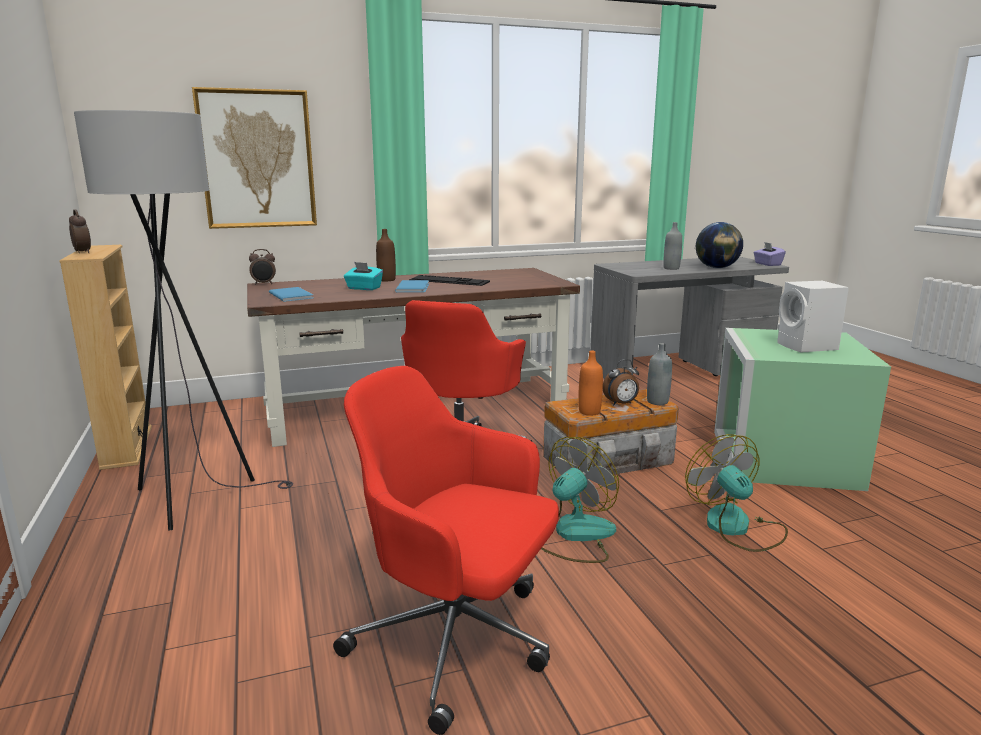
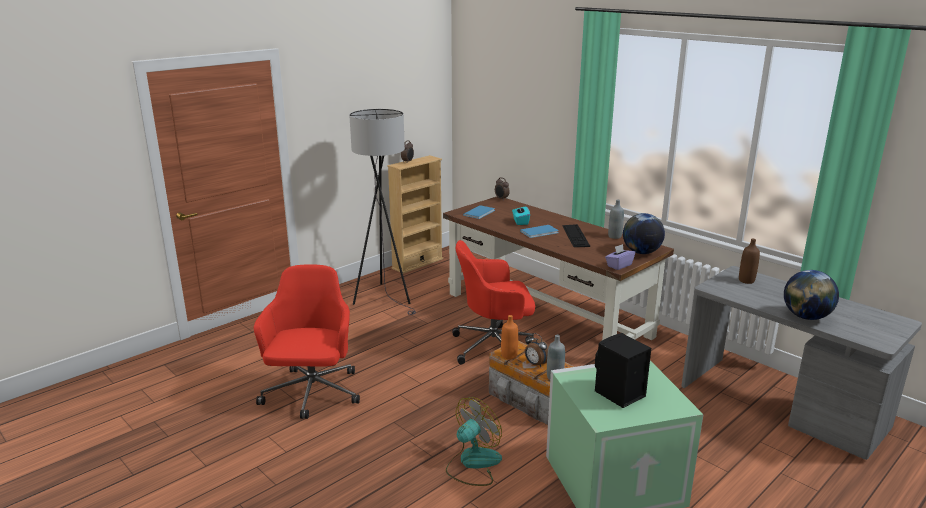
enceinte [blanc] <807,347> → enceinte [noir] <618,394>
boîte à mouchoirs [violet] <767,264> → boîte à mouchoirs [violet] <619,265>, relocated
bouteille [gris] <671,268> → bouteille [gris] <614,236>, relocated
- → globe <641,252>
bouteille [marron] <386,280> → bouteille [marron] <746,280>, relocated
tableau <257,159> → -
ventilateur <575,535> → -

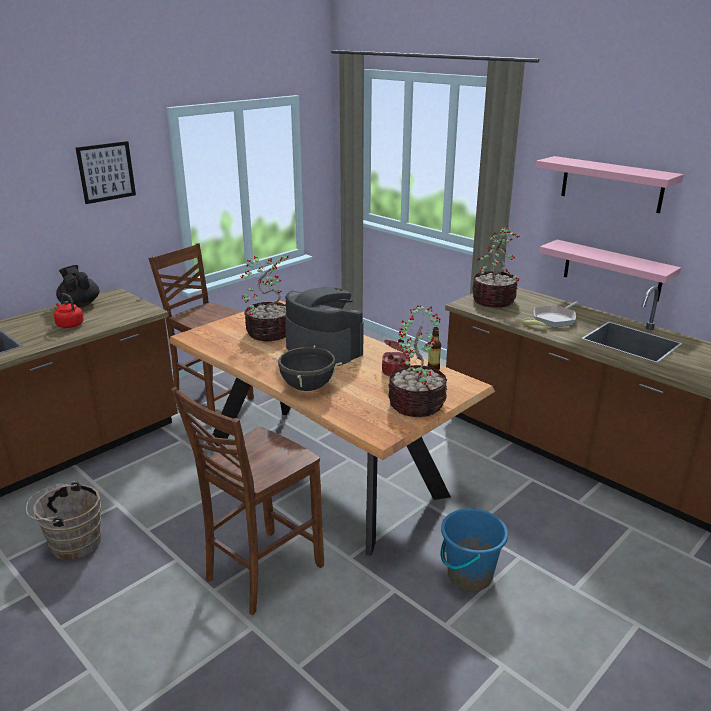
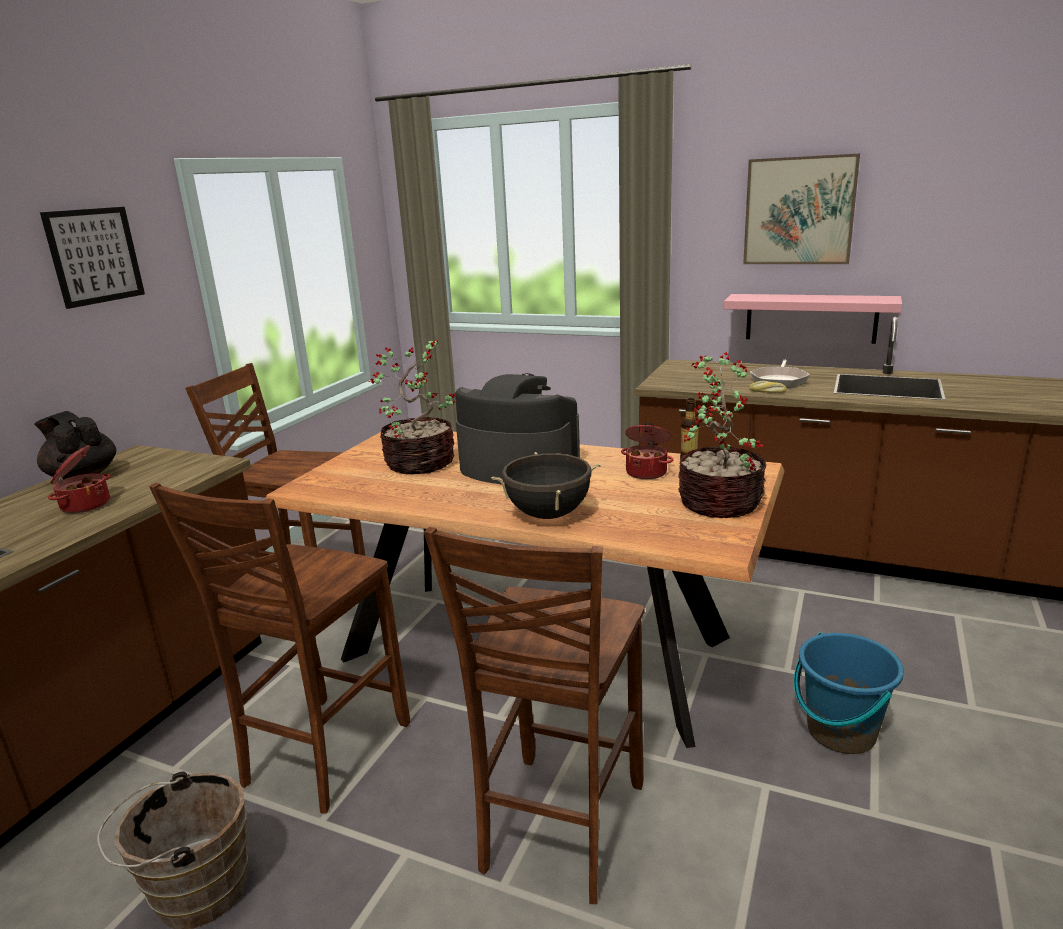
bouilloire [rouge] <69,324> → marmite <84,505>
- → chaise [marron] <322,754>
étagère [rose] <611,184> → tableau <799,211>
plante en pot <494,301> → -

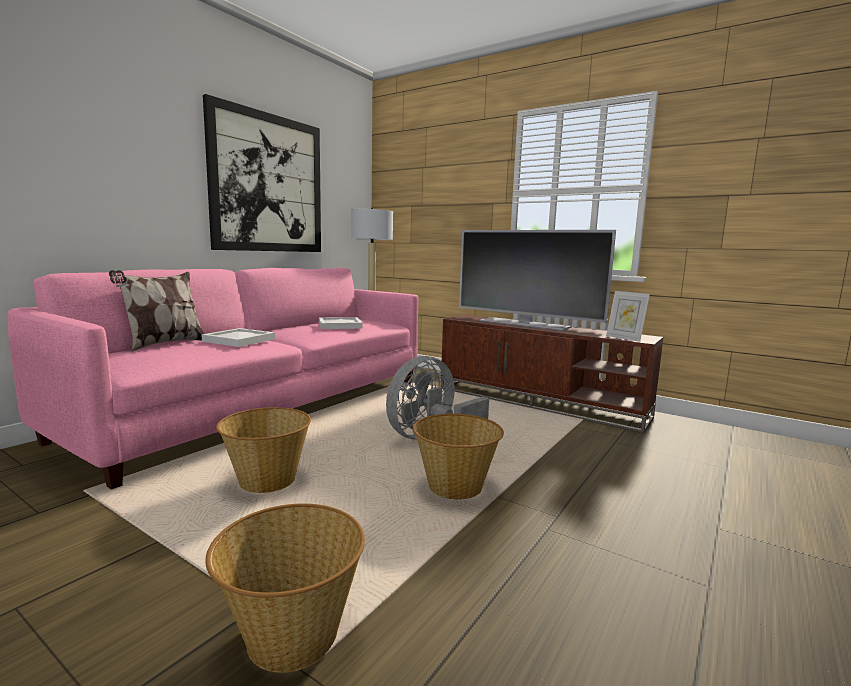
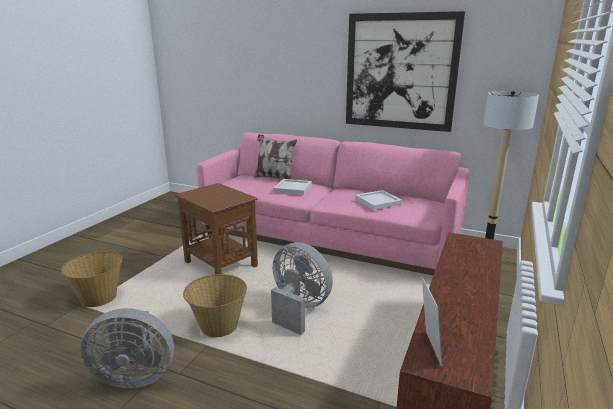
- → ventilateur [gris] <134,376>
panier <267,480> → table d'appoint [marron] <221,265>
cadre photo <624,338> → cadre photo <428,348>, 135 degrees clockwise
téléviseur <524,324> → -

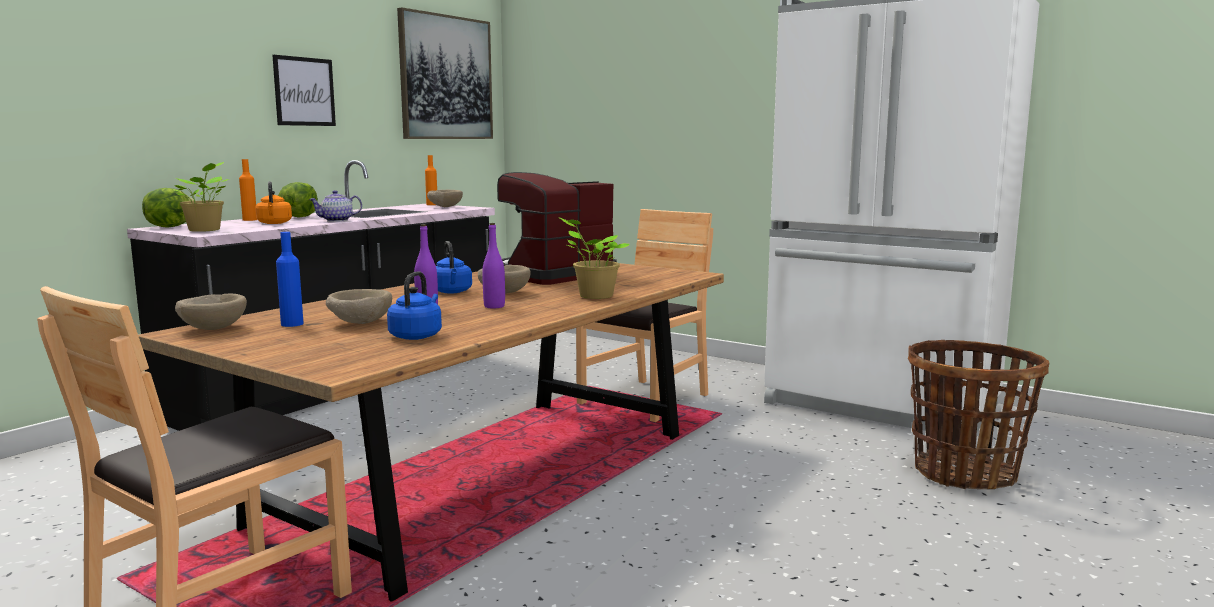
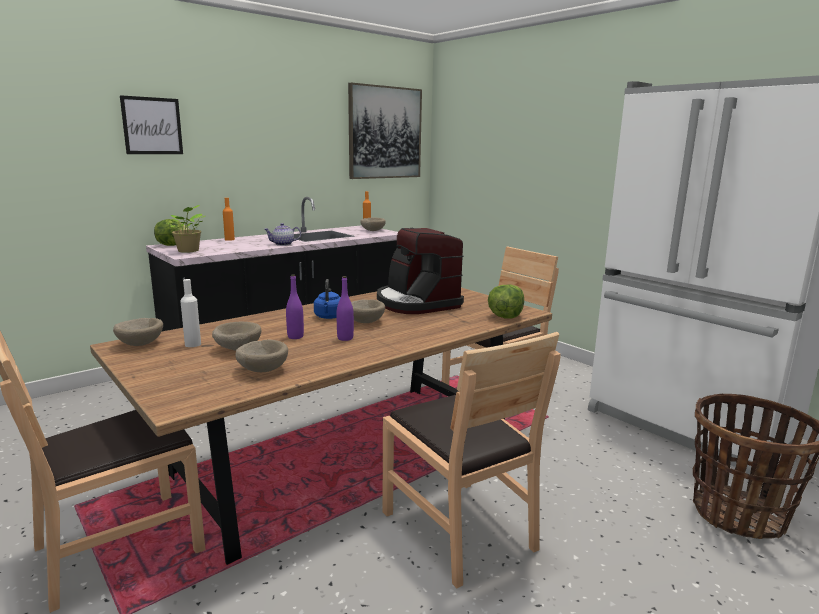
tableau <304,91> → tableau <152,126>, relocated
bouteille [bleu] <292,324> → bouteille [blanc] <193,344>
bouilloire [bleu] <417,336> → bol [beige] <263,369>
machine à café <553,275> → machine à café <416,303>, 90 degrees counterclockwise
- → chaise [marron] <459,528>
laitue <299,217> → laitue <505,317>, relocated
bouilloire [orange] <274,223> → -
plante en pot <593,296> → -

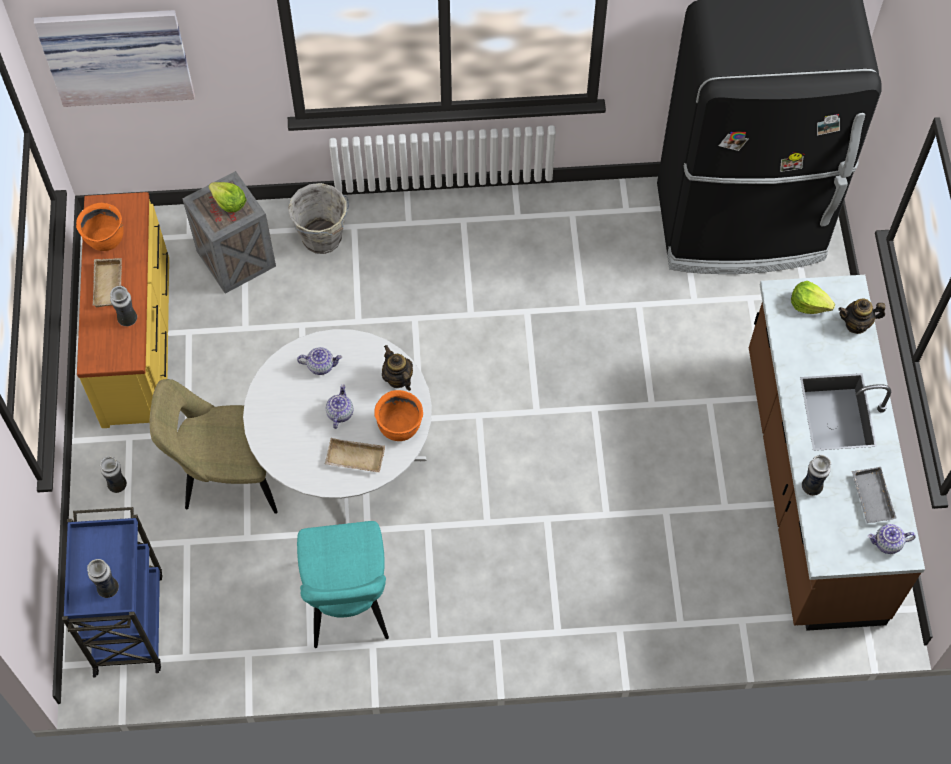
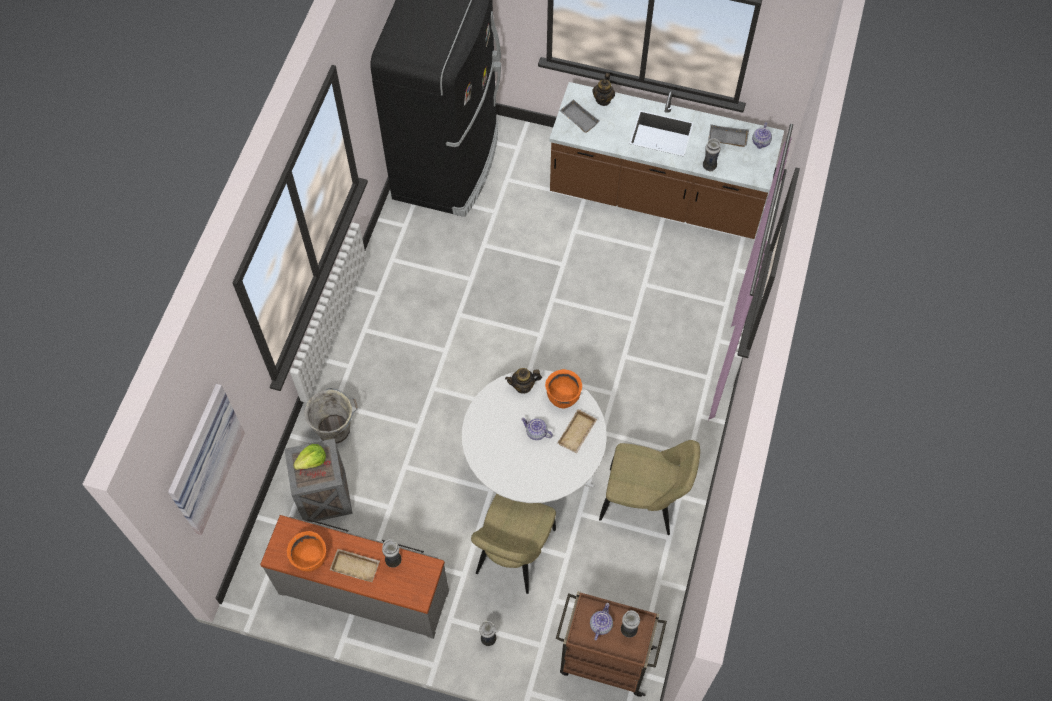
commode [jaune] <137,338> → commode [gris] <364,590>
chariot [bleu] <128,620> → chariot [marron] <604,660>
laitue <809,304> → plateau [gris] <578,119>
théière <321,365> → théière <600,624>, relocated
chaise [turquoise] <347,604> → chaise [beige] <643,503>

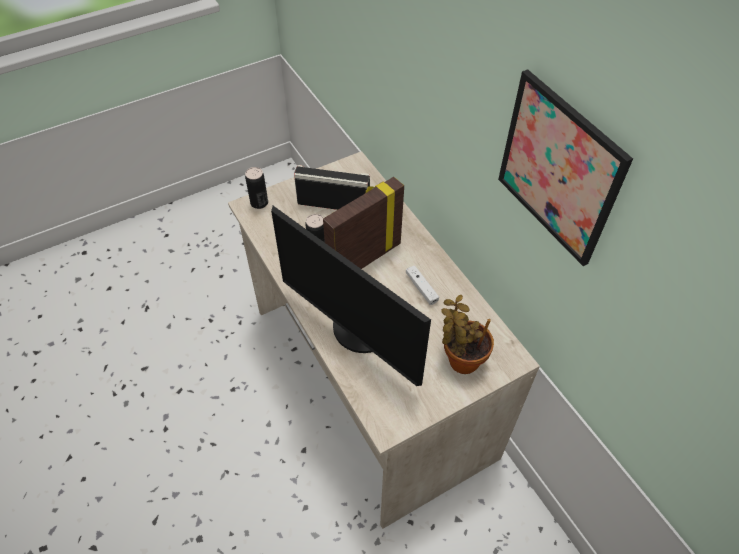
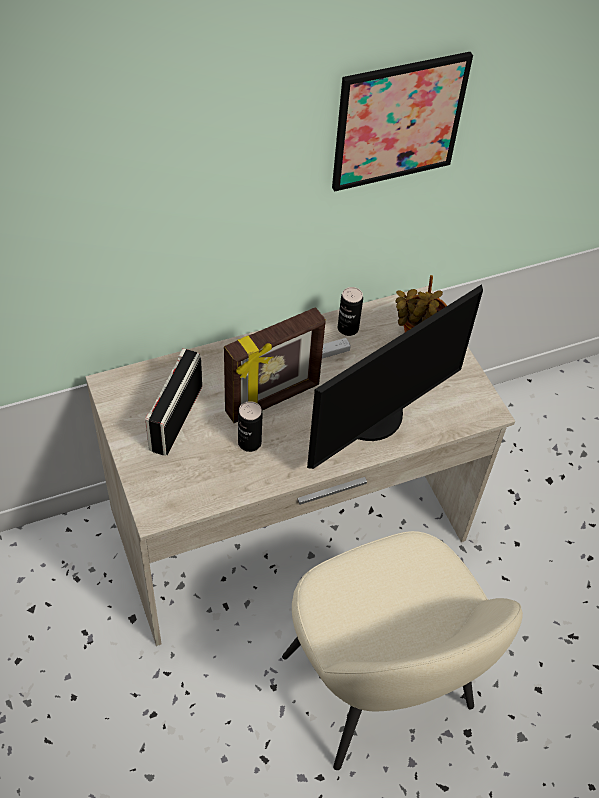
cadre photo <363,259> → cadre photo <273,400>, 90 degrees counterclockwise
- → chaise [beige] <379,686>
boîte métallique <259,203> → boîte métallique <348,328>, relocated

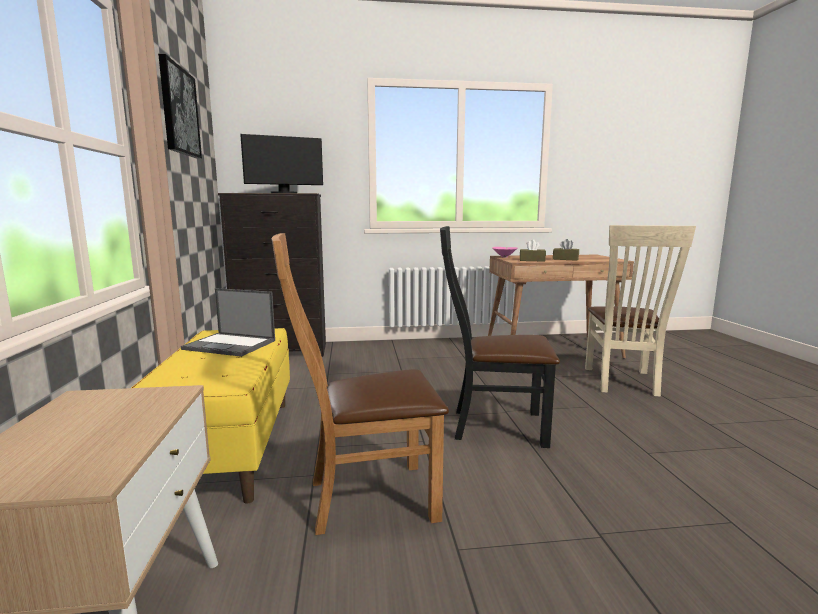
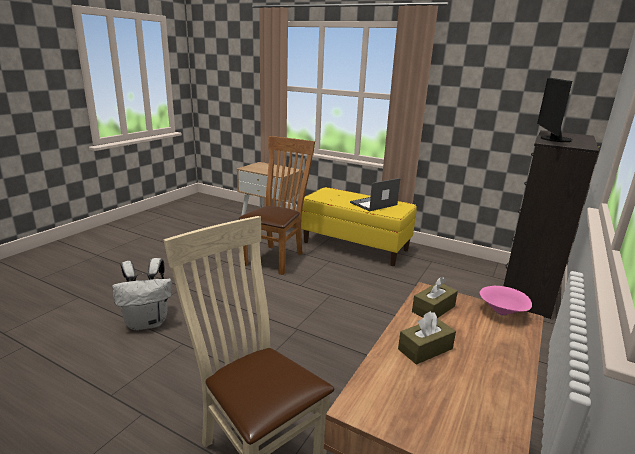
- → sac à dos [blanc] <148,322>
tableau <179,111> → -
chaise [noir] <492,426> → -

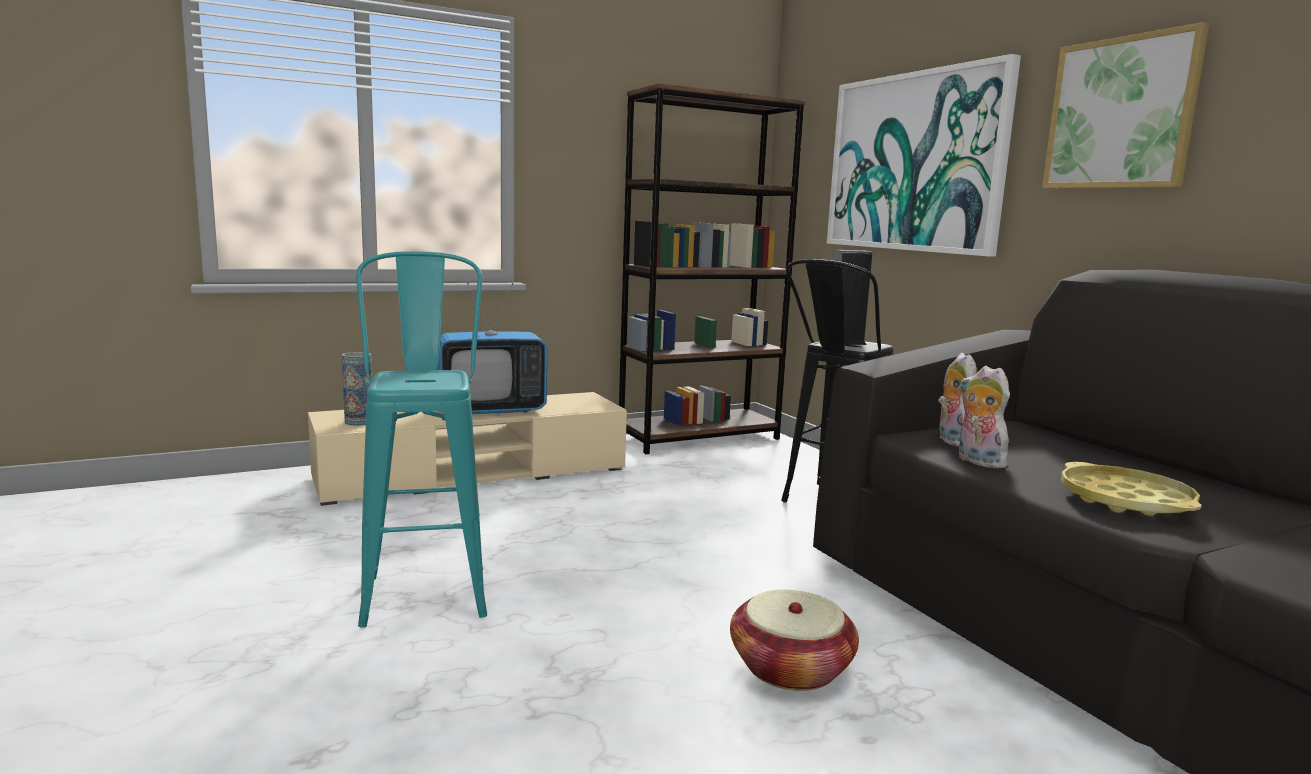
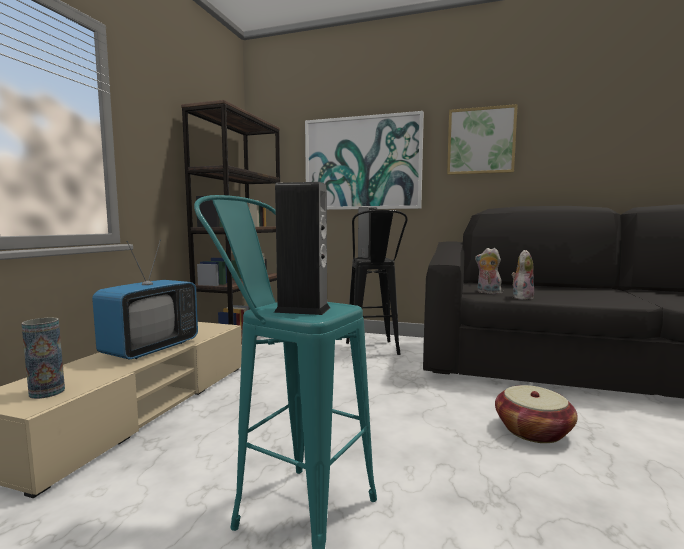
- → enceinte <302,310>
peluche <977,462> → peluche <521,297>, 120 degrees clockwise
plateau [jaune] <1125,500> → -

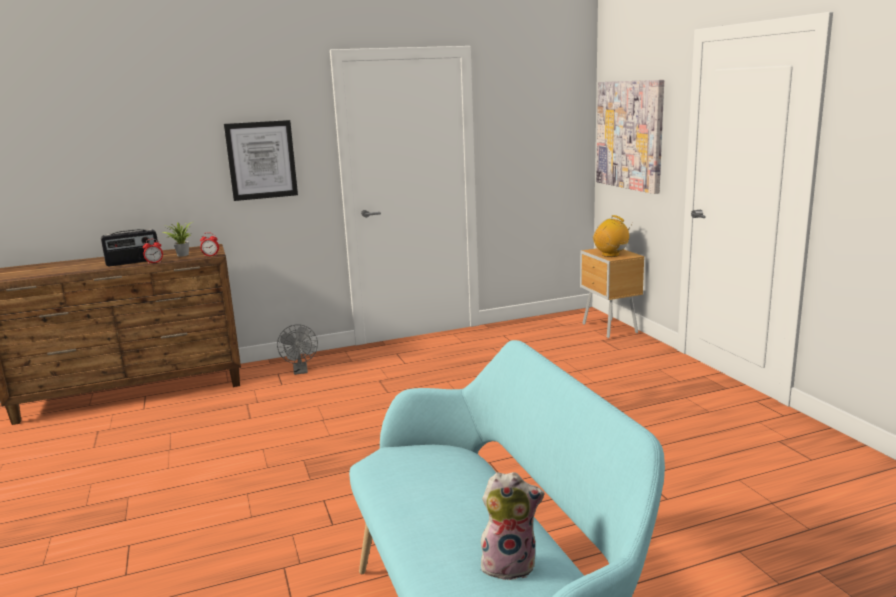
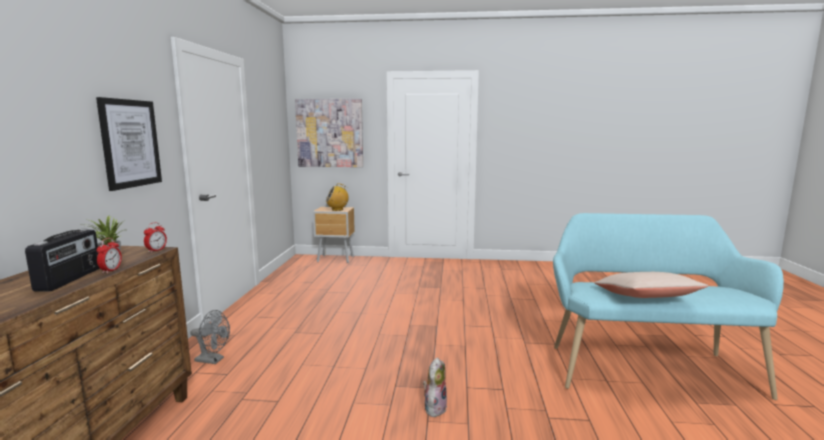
peluche <510,564> → peluche <434,407>, relocated
- → coussin [beige] <645,298>

